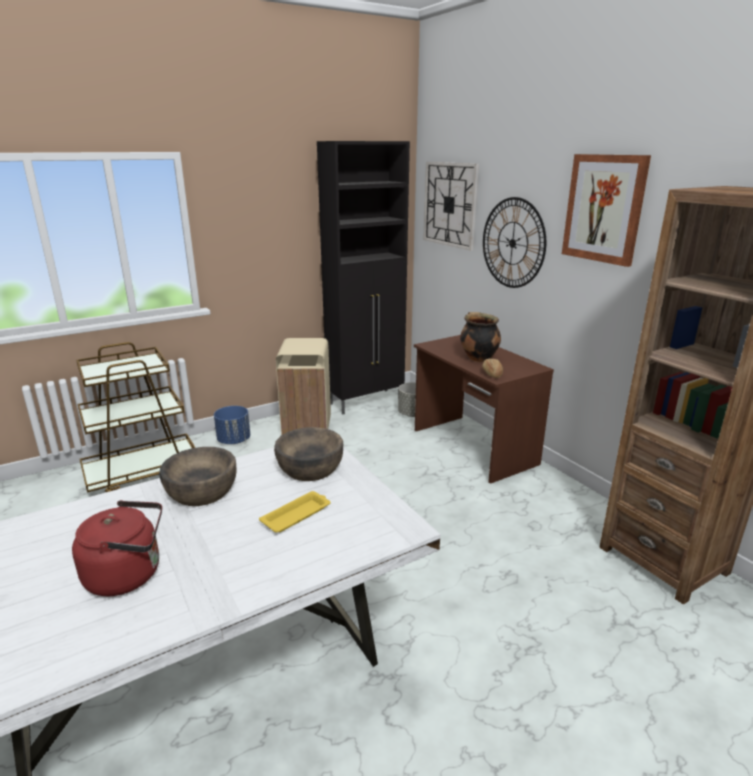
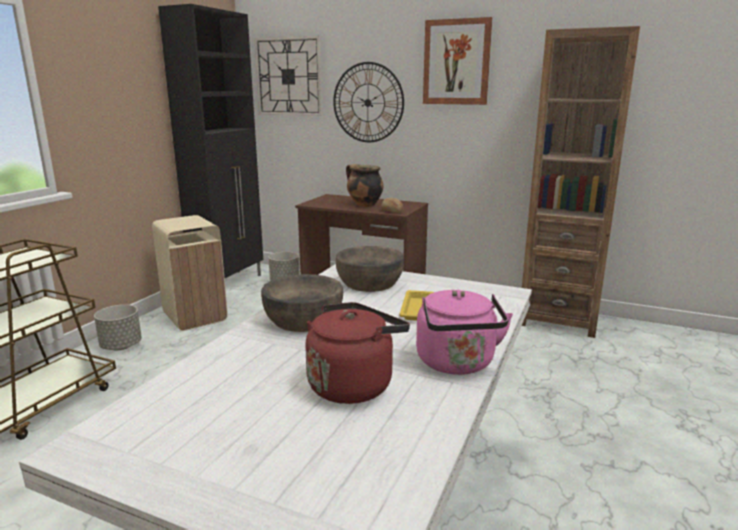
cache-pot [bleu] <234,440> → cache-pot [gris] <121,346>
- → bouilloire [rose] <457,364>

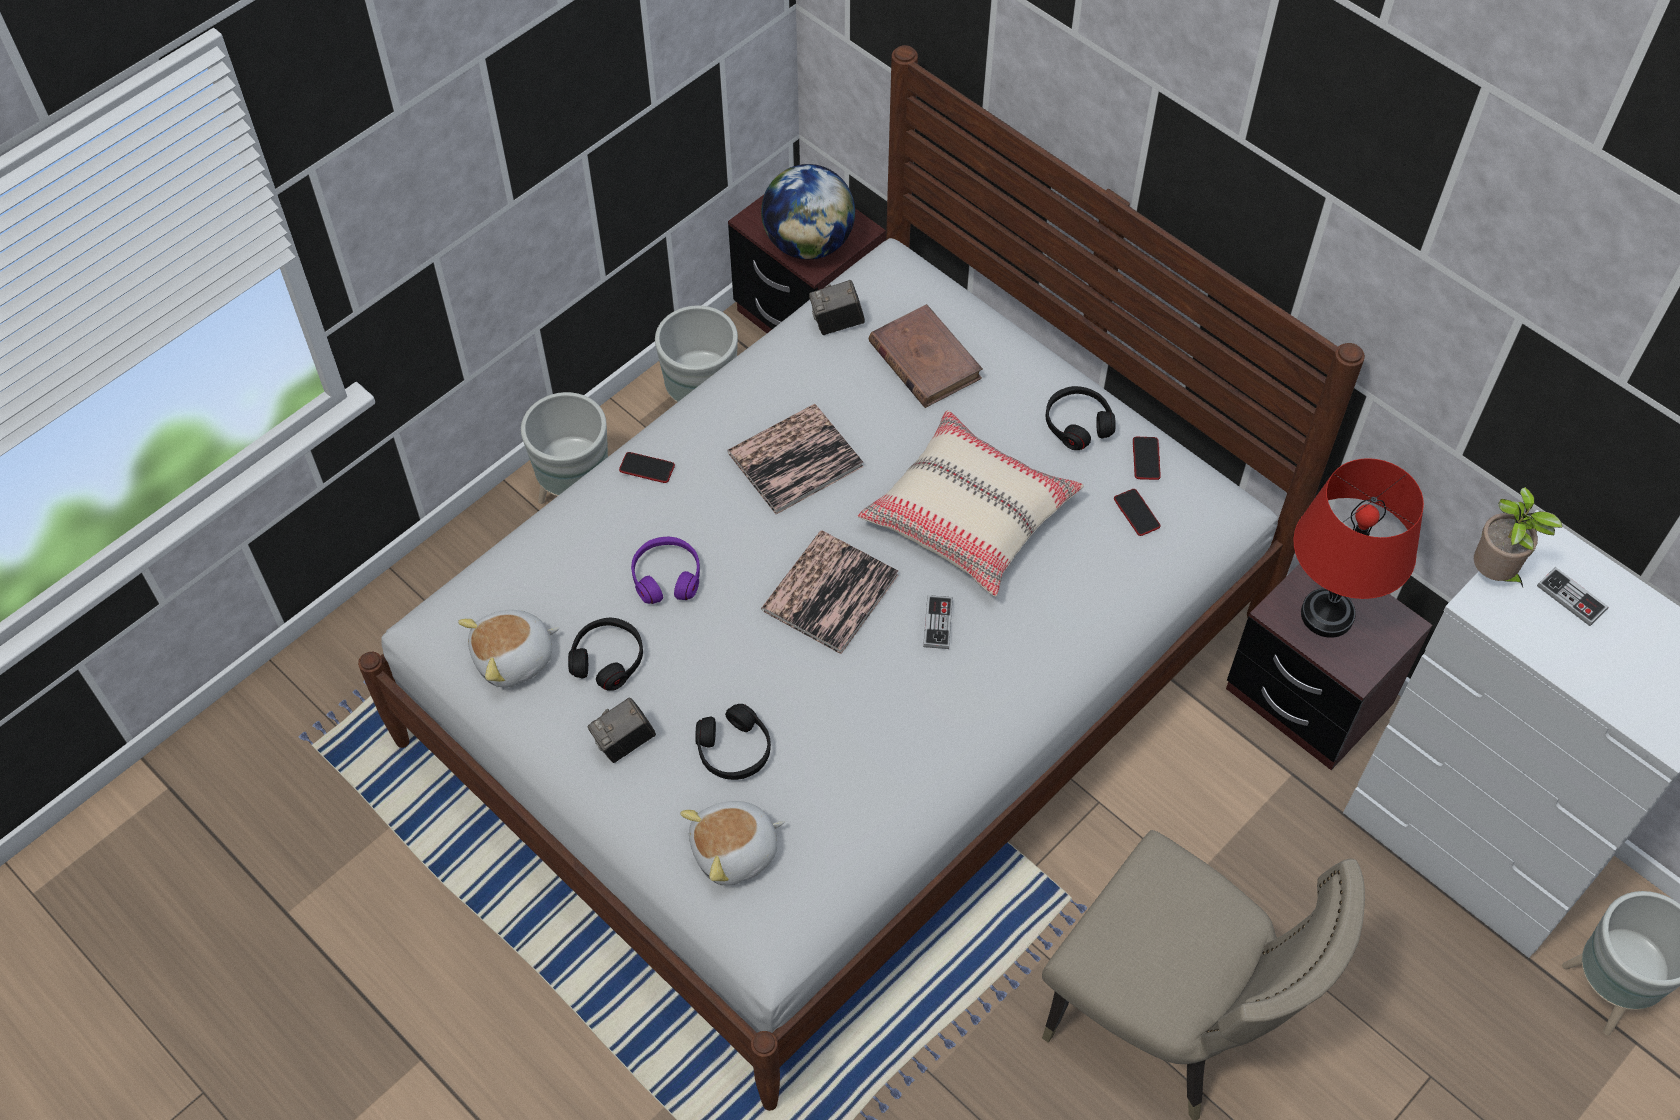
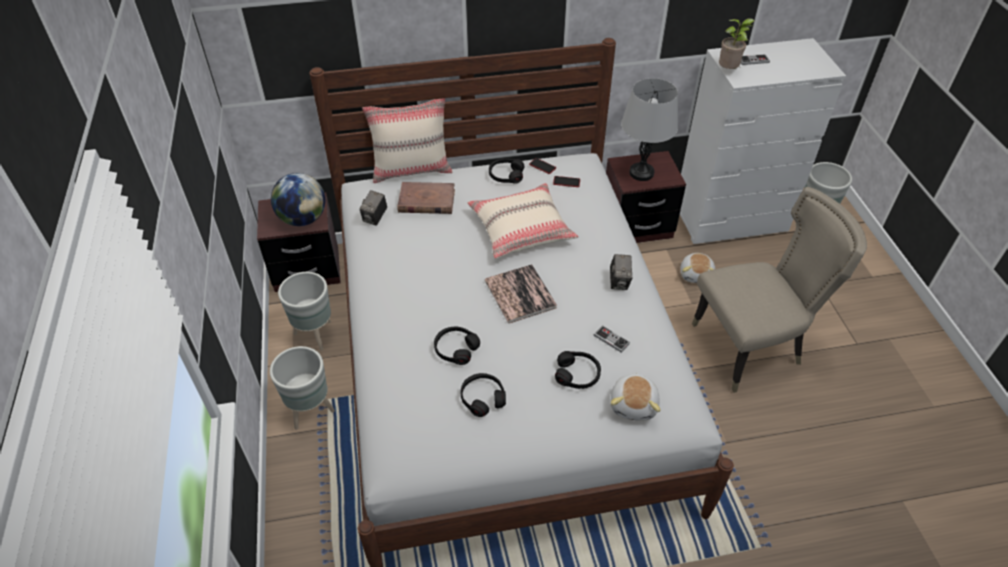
- → coussin [beige] <412,170>
casque audio [violet] <666,576> → casque audio [noir] <456,349>
manette <938,623> → manette <611,339>, relocated
appareil photo <624,743> → appareil photo <619,282>, relocated
lampe de table [rouge] <1327,614> → lampe de table [gris] <641,173>
peluche <514,658> → peluche <696,274>, relocated
téléphone <647,468> → -
livre <795,459> → -

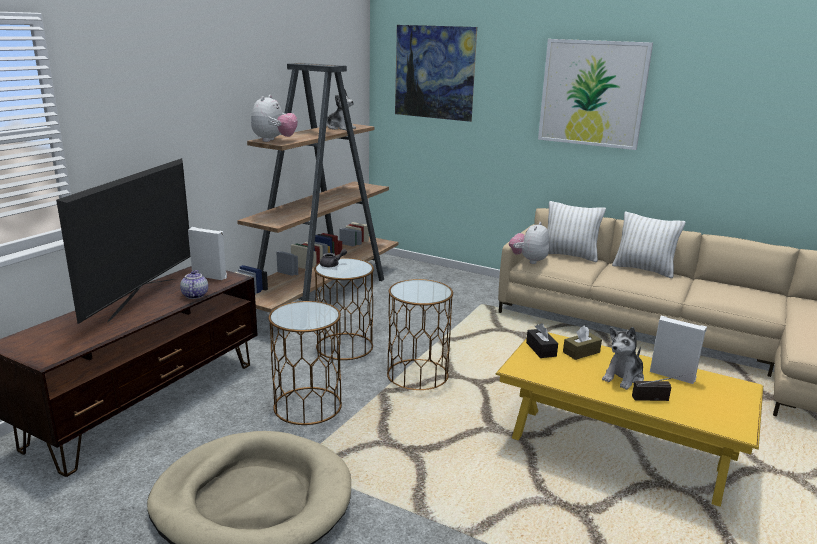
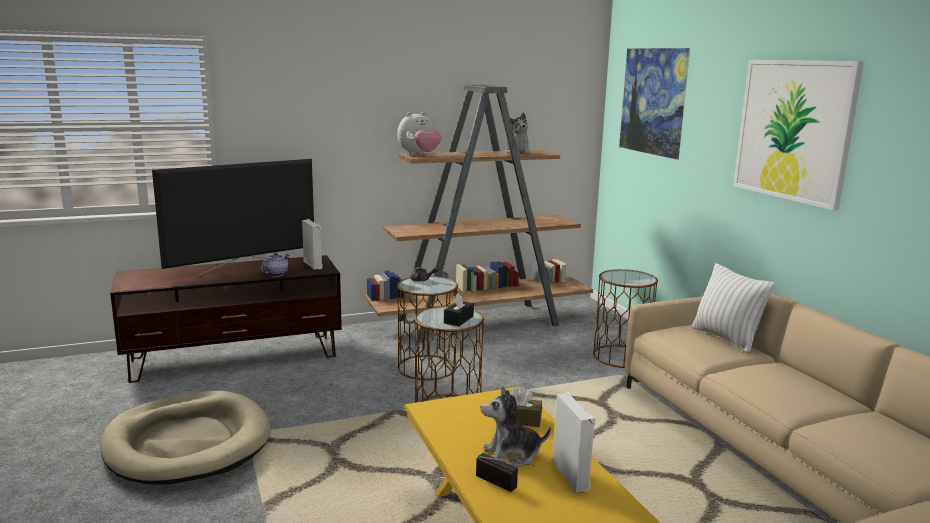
boîte à mouchoirs [noir] <541,349> → boîte à mouchoirs [noir] <458,319>, relocated
table d'appoint [marron] <307,405> → table d'appoint [marron] <621,356>, relocated
peluche <528,260> → -
coussin [blanc] <643,270> → -

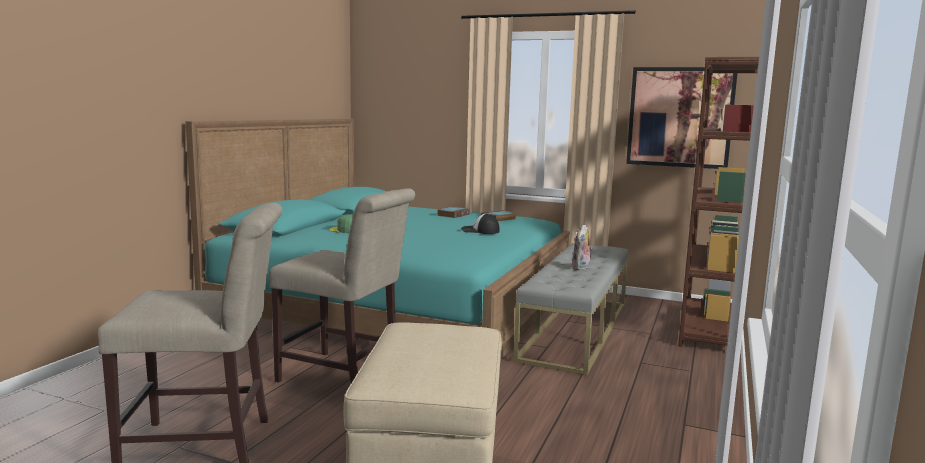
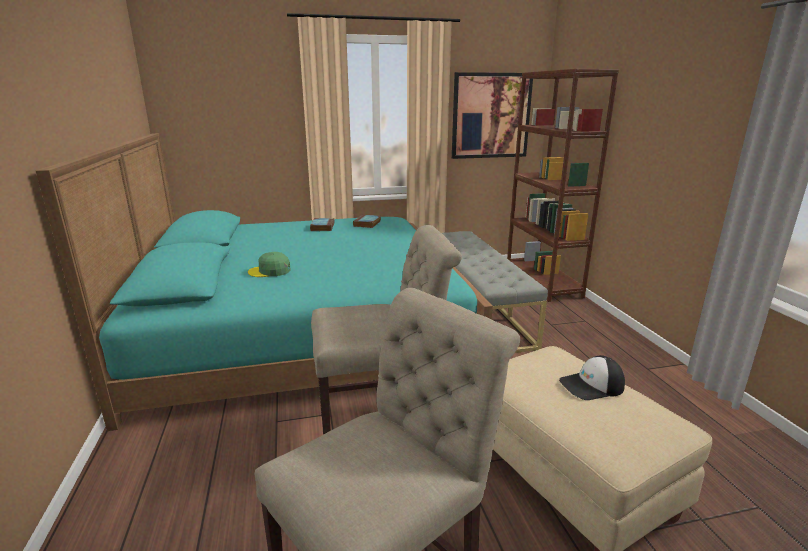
casquette <480,231> → casquette <592,386>, relocated
peluche <581,268> → -

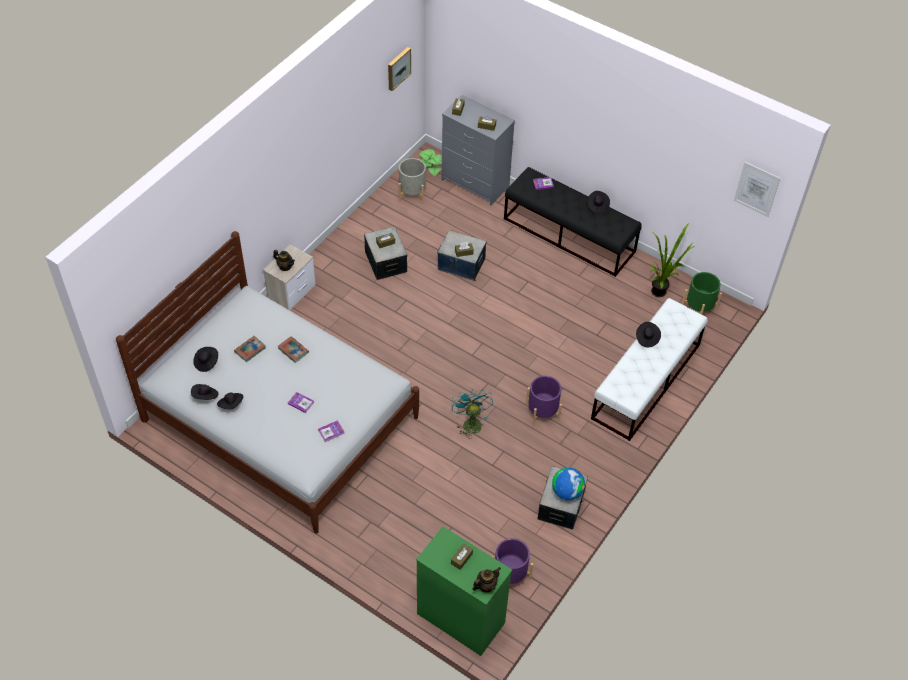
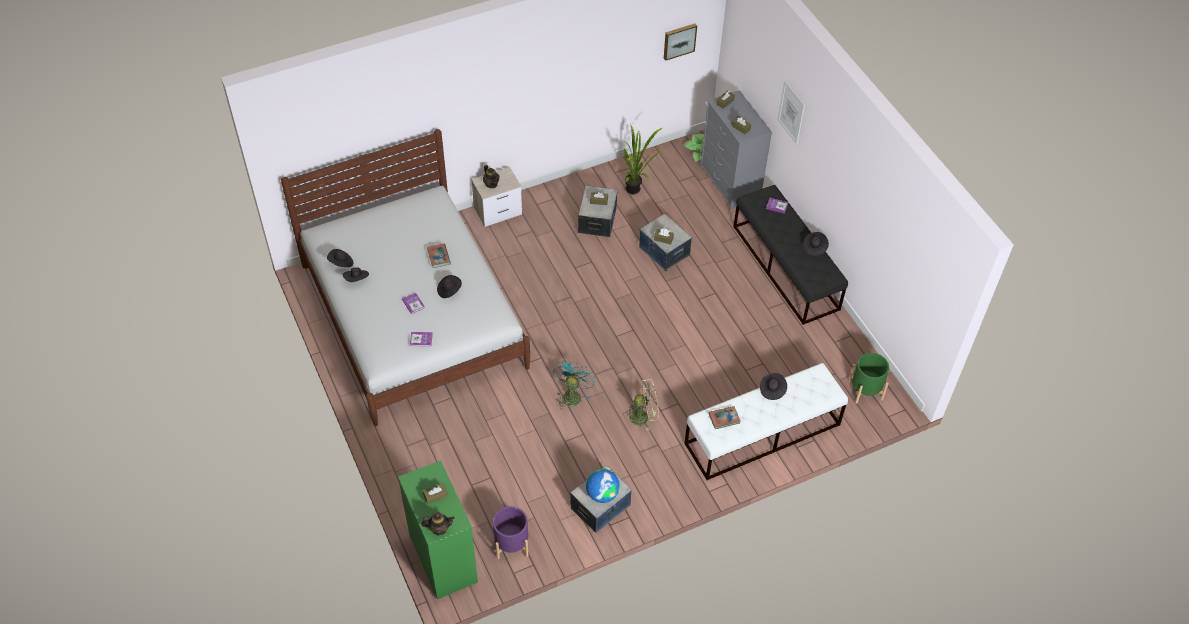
chapeau [noir] <206,362> → chapeau [noir] <449,290>, relocated
plante en pot <662,291> → plante en pot <636,190>, relocated
cache-pot [violet] <542,412> → ventilateur [vert] <643,416>
livre <250,350> → livre <724,418>, relocated
tableau <756,189> → tableau <791,112>, relocated
cache-pot [gris] <412,193> → -

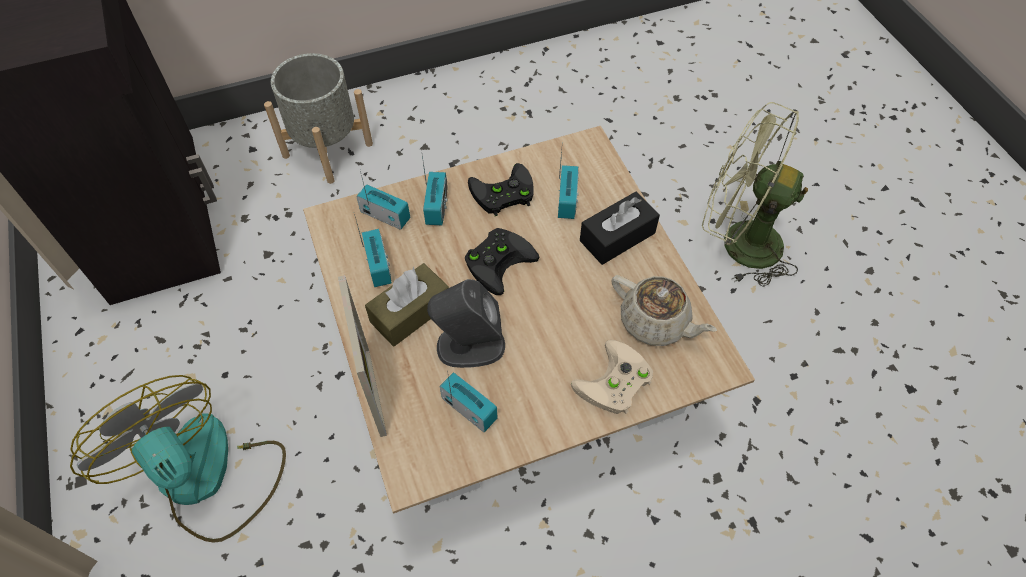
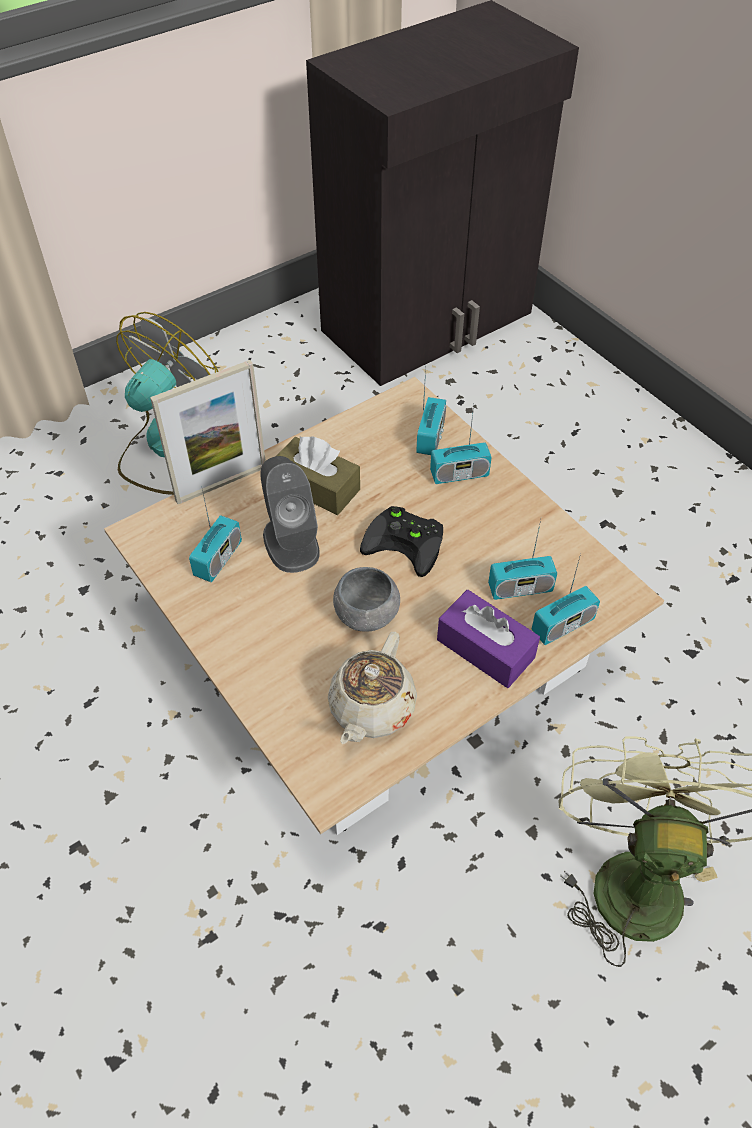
- → bol [gris] <366,615>
boîte à mouchoirs [noir] <617,237> → boîte à mouchoirs [violet] <485,649>
radio <379,266> → radio <563,625>, relocated
cache-pot [gris] <327,150> → -
manette [noir] <502,194> → -
manette [beige] <614,384> → -

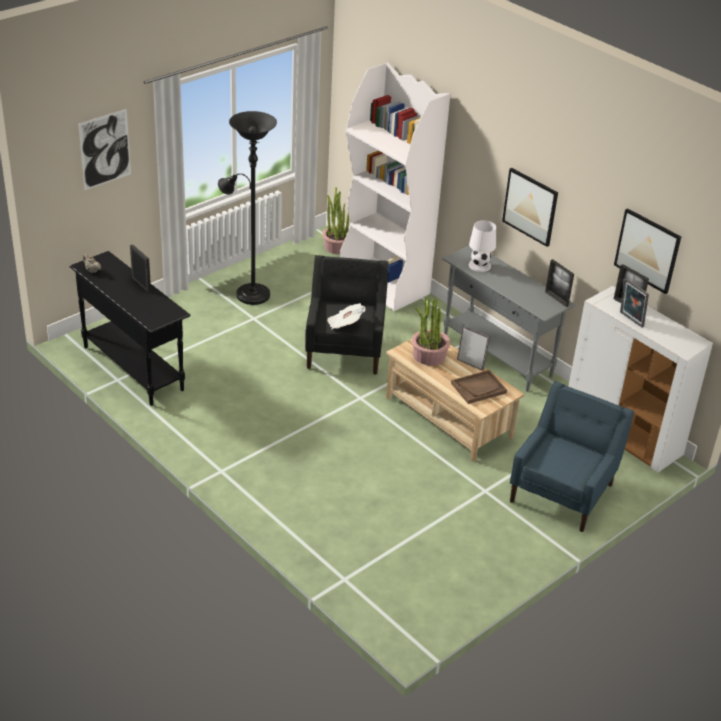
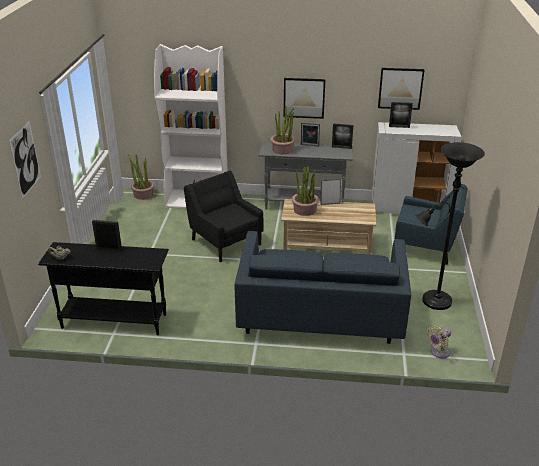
- → canapé [bleu] <320,314>
lampe de table [blanc] <480,265> → plante en pot <283,150>
cadre photo <630,320> → cadre photo <309,145>, relocated
fauteuil [bleu] <563,491> → fauteuil [bleu] <426,247>, 120 degrees clockwise
lampadaire [noir] <249,293> → lampadaire [noir] <433,301>, relocated
- → ventilateur [beige] <438,352>
journal <344,324> → -
plateau [marron] <478,388> → -

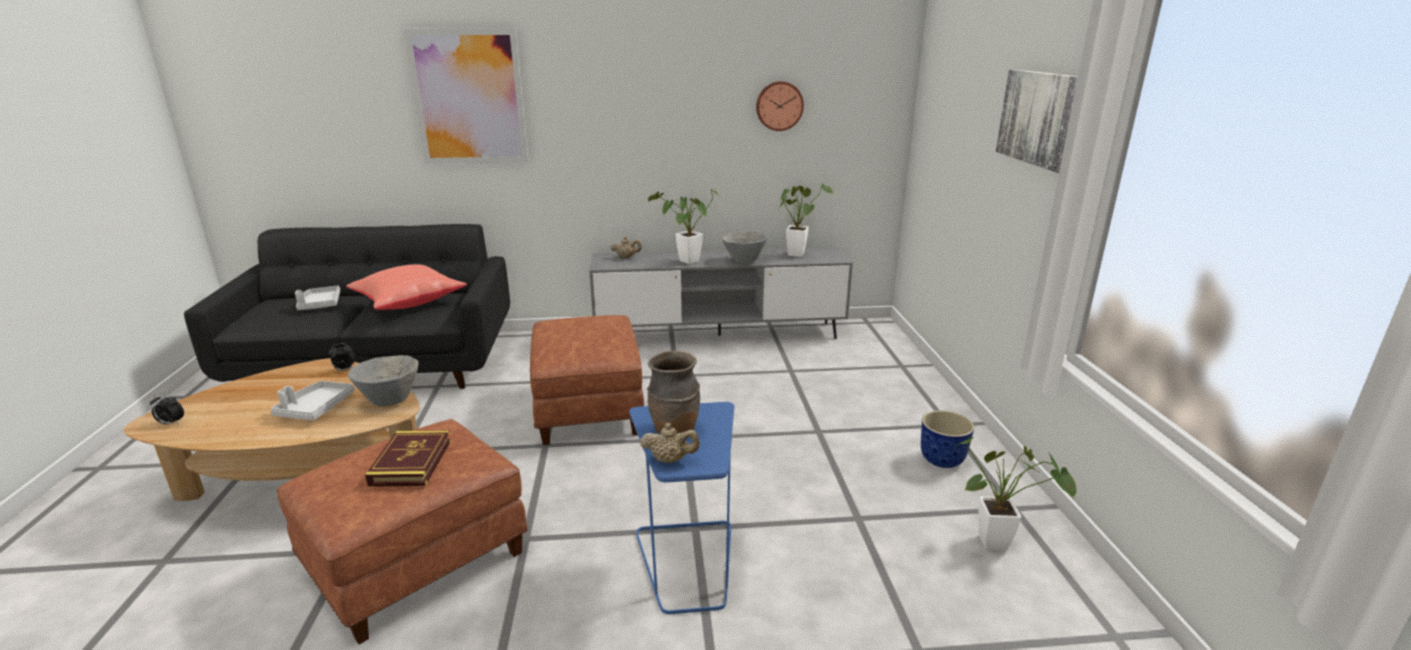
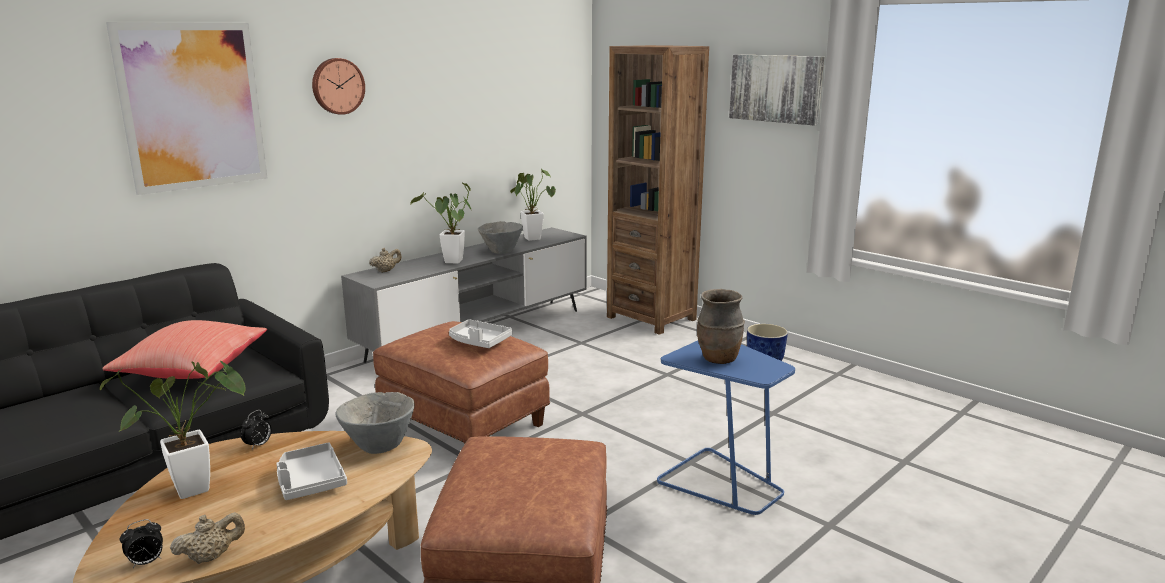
plante en pot <1000,543> → plante en pot <201,487>, relocated
théière [beige] <670,460> → théière [beige] <211,557>, relocated
horloge murale <779,106> → horloge murale <337,86>, relocated
plateau [gris] <320,304> → plateau [gris] <479,342>, relocated
- → bibliothèque [marron] <651,318>
livre <411,462> → -

